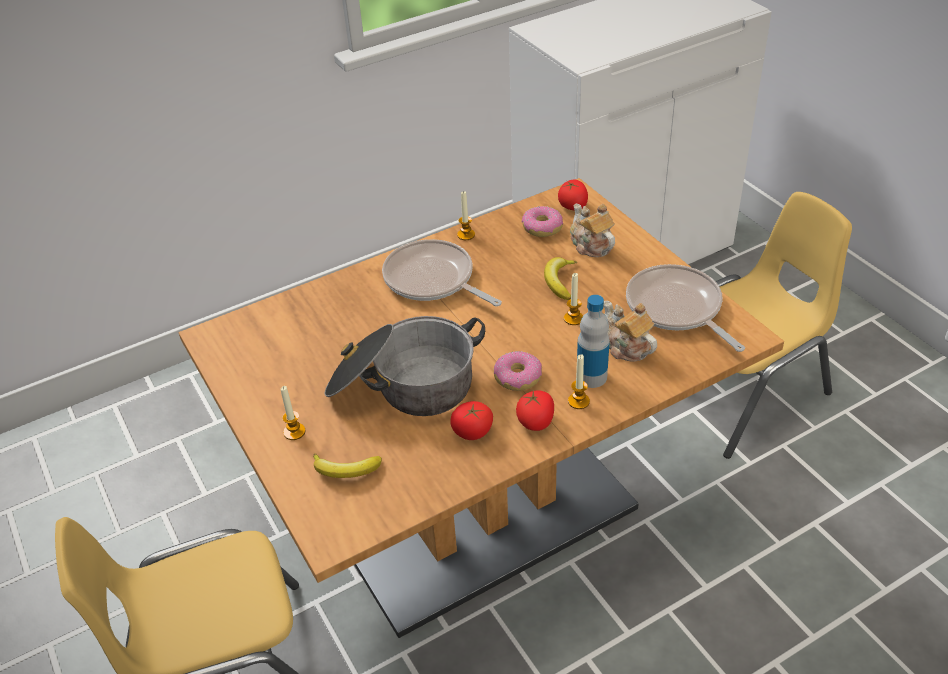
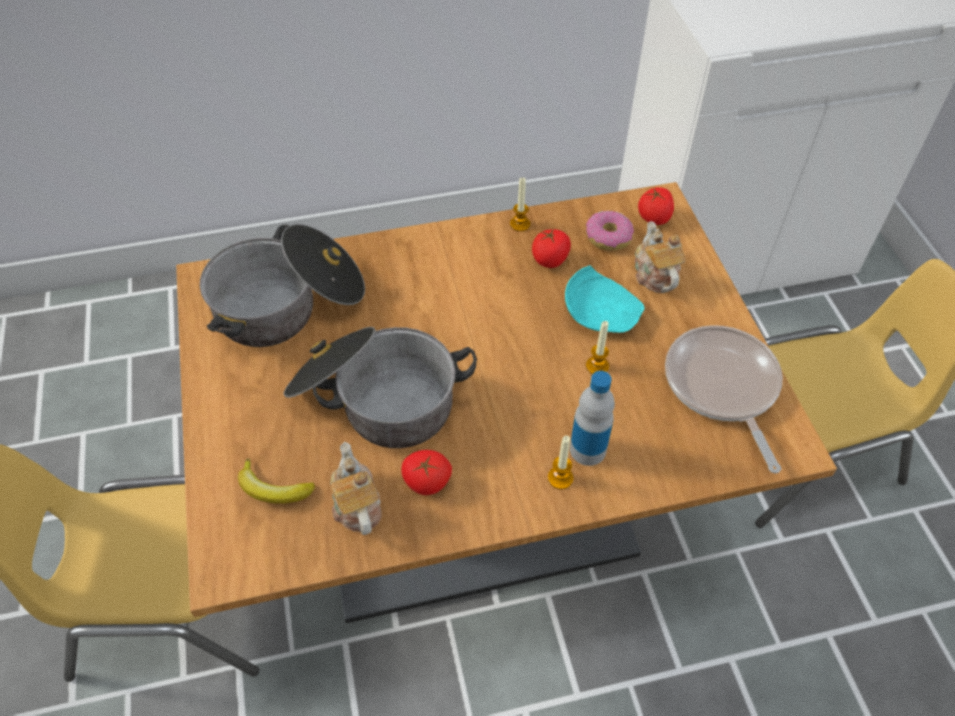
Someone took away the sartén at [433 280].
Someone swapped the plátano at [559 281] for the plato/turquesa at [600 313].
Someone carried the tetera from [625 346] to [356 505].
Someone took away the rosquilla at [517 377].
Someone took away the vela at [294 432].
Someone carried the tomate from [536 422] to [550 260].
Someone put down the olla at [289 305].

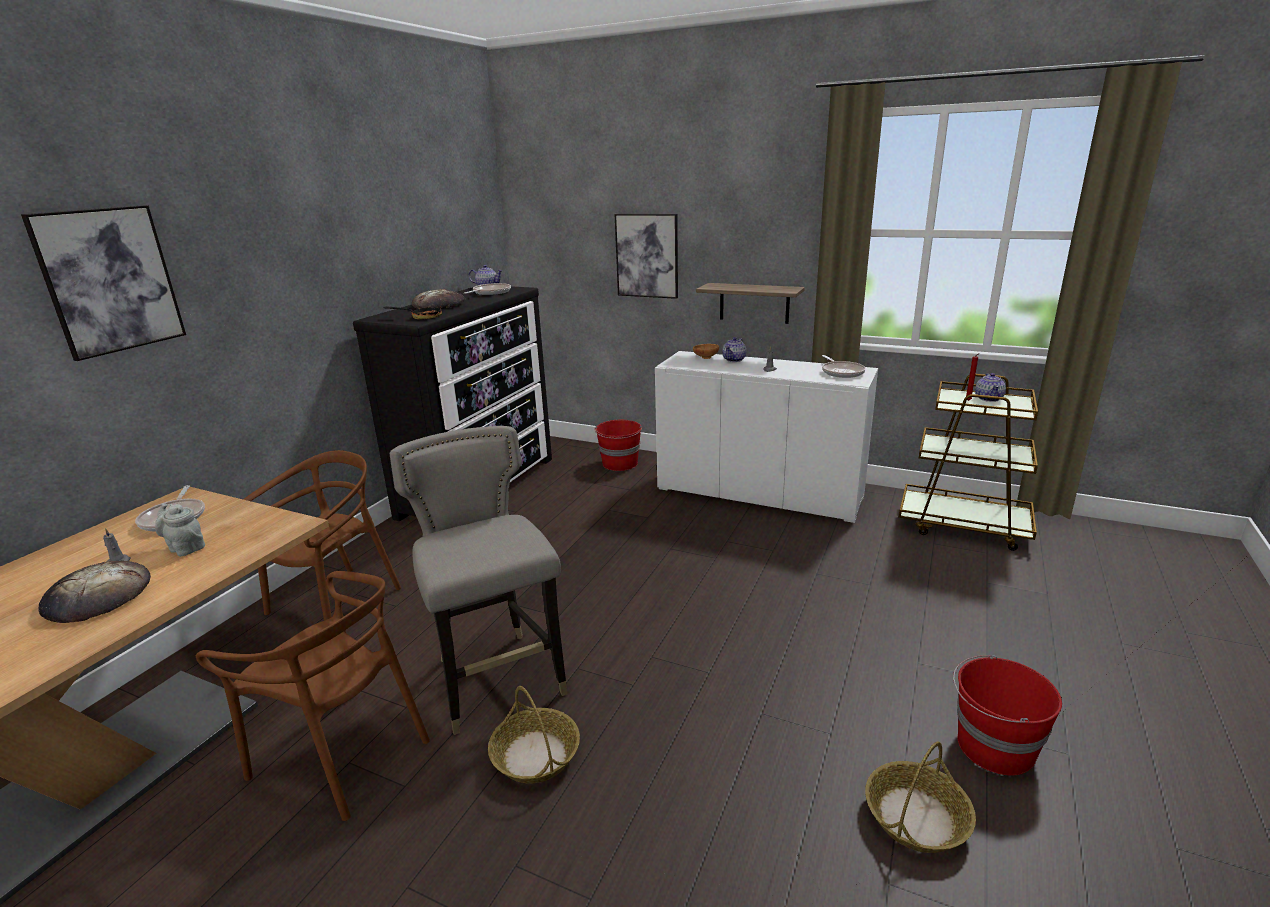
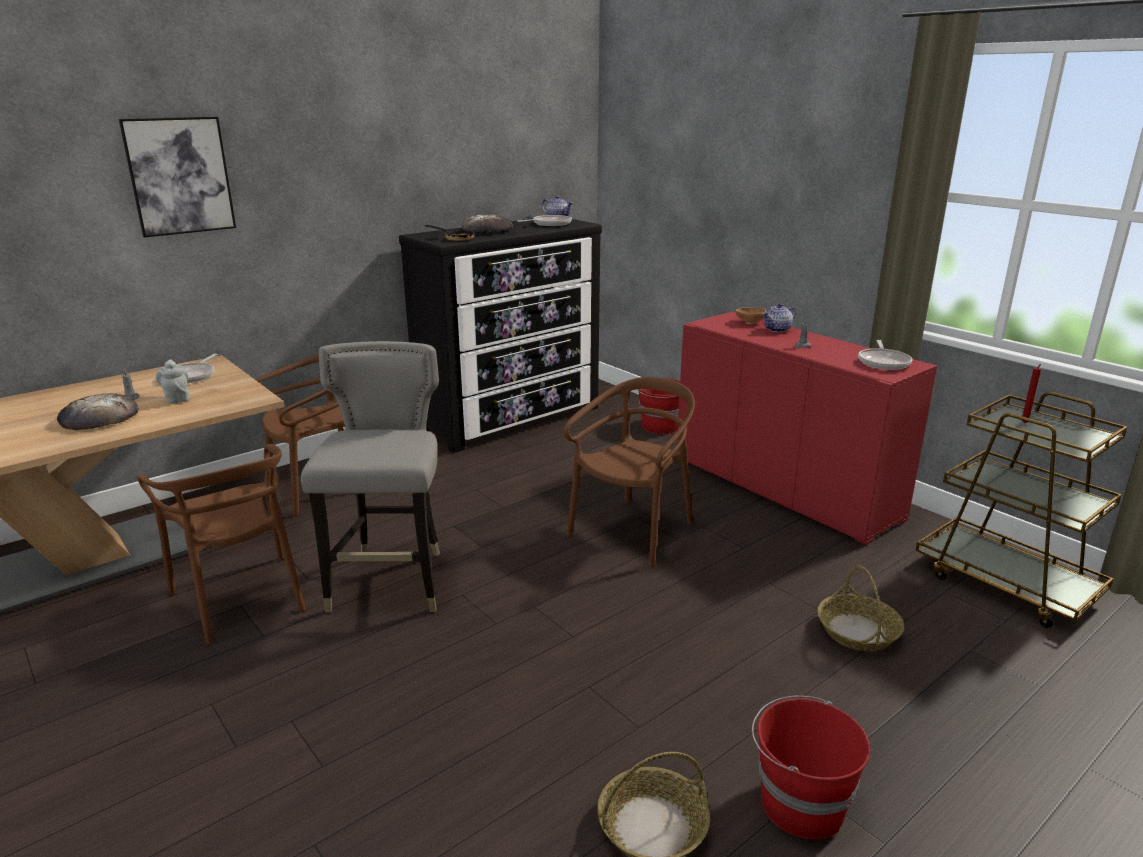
Someone took away the cuadro at [647 256].
Someone took away the estante at [754 303].
Someone repainted the armario/blanco at [759 492], which became the armario/rojo at [783 488].
Someone took away the tetera at [988 398].
Someone carried the cesta from [536 755] to [858 632].
Someone put down the silla/marrón at [633 531].

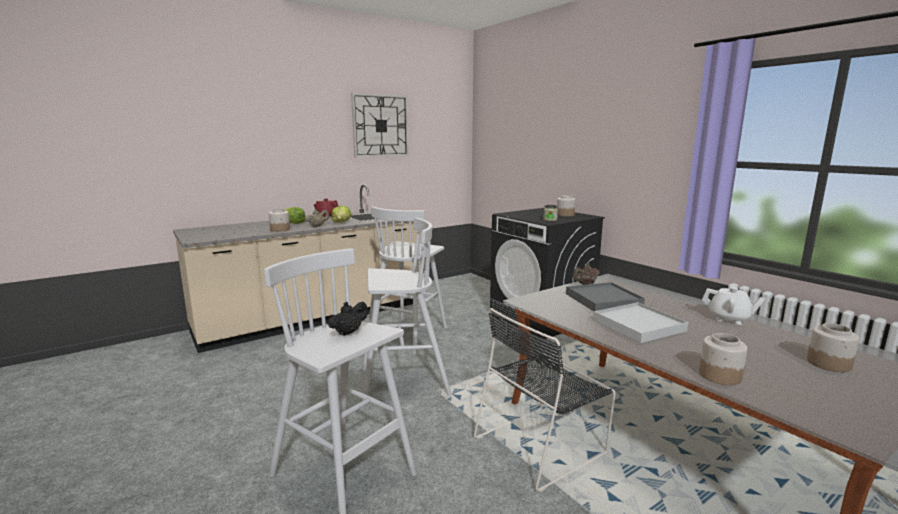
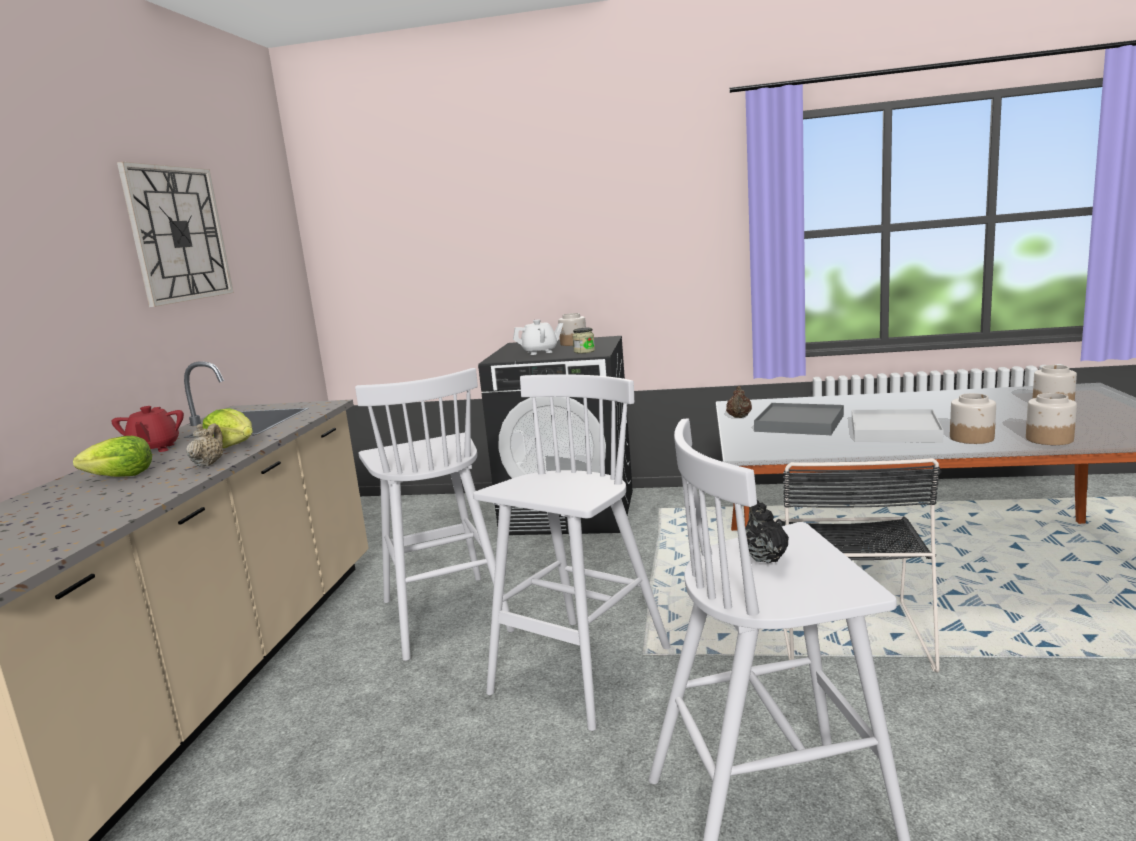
Someone carried the tarro from [280 229] to [972 438].
Someone carried the tetera/blanco from [729 319] to [540 352].

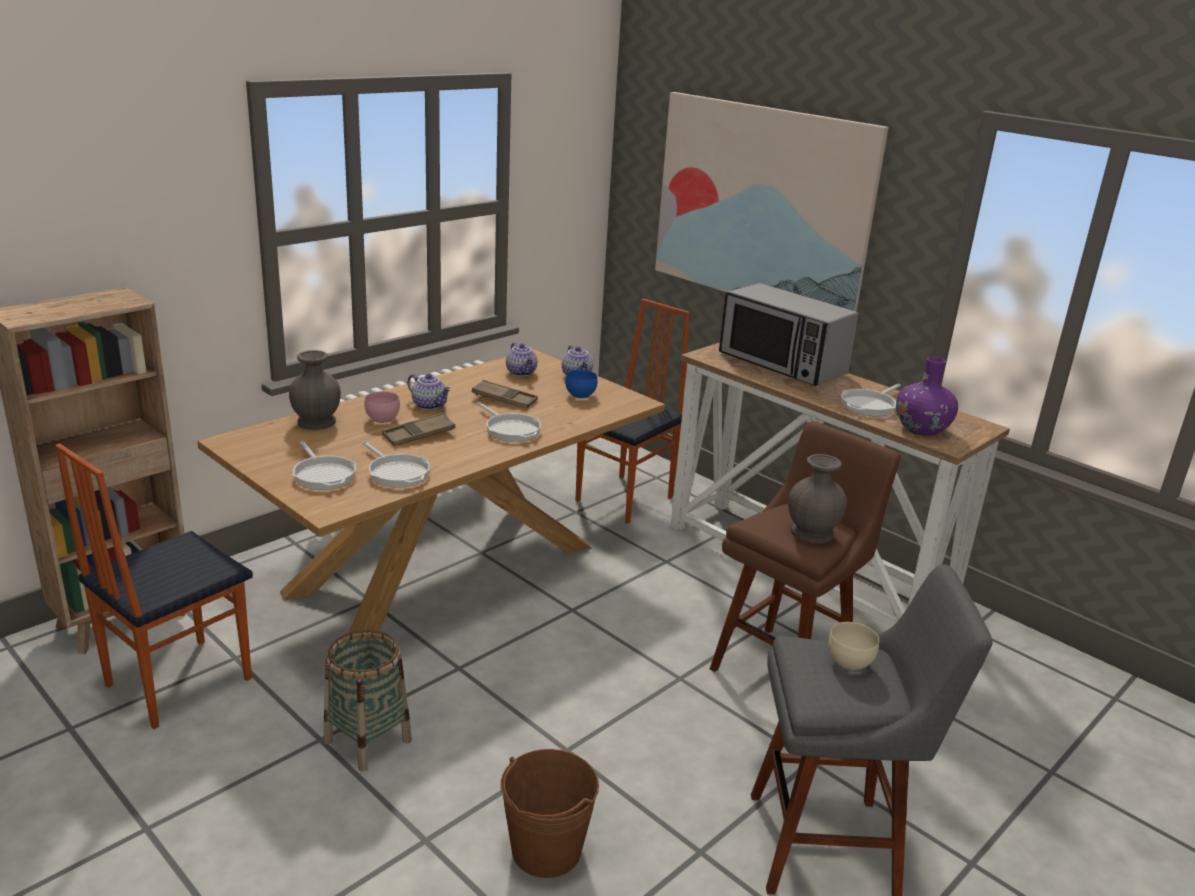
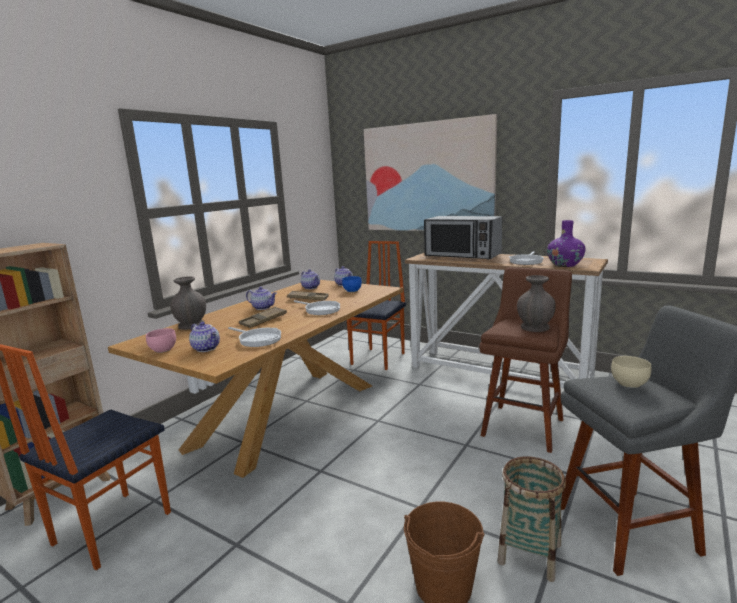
Someone carried the cuenco/rosa from [384 419] to [164 350].
Someone swapped the sartén at [323 474] for the tetera at [207 348].
Someone carried the cesta from [367 741] to [529 553].

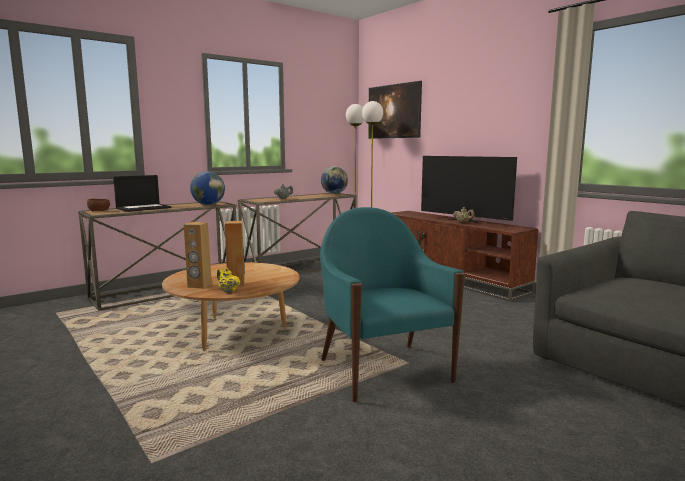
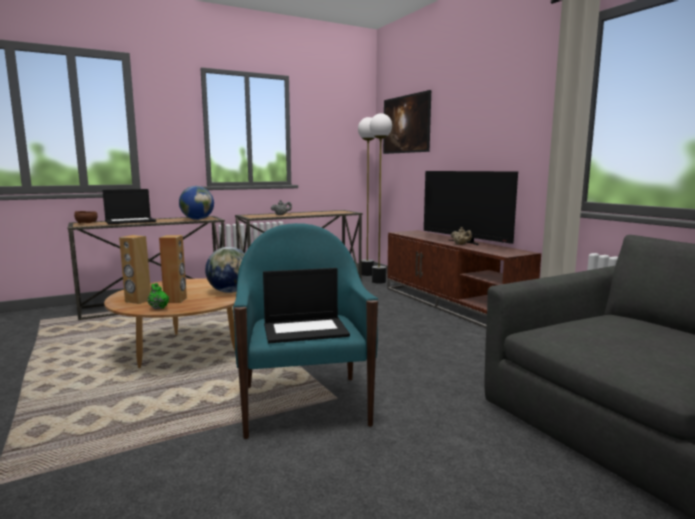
Someone carried the globo terráqueo from [334 193] to [230 291].
Someone repainted the tetera/amarillo at [228 291], which became the tetera/verde at [158 307].
Someone put down the portátil at [306 330].

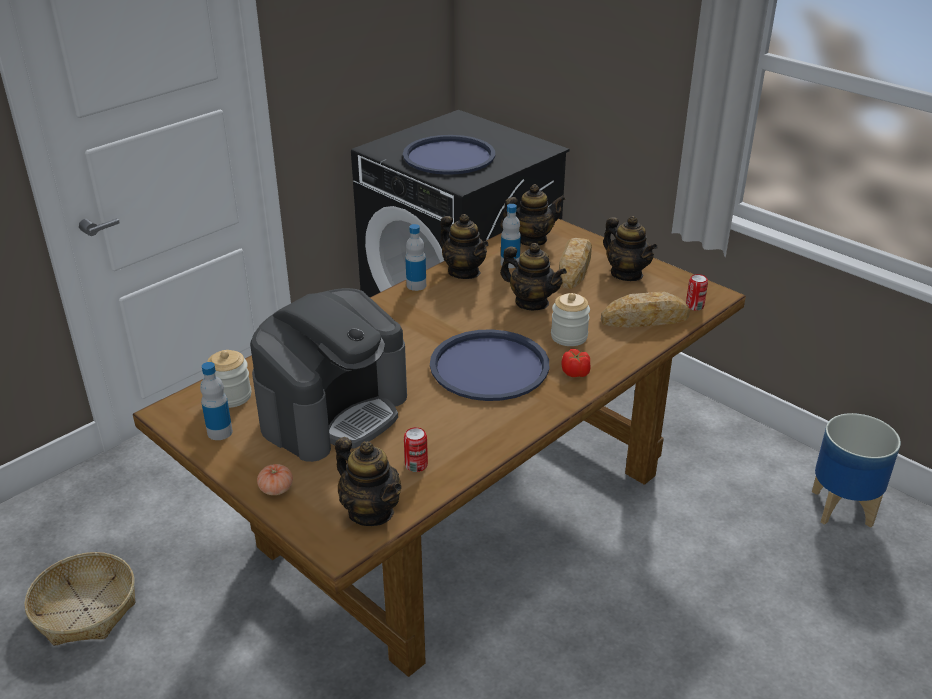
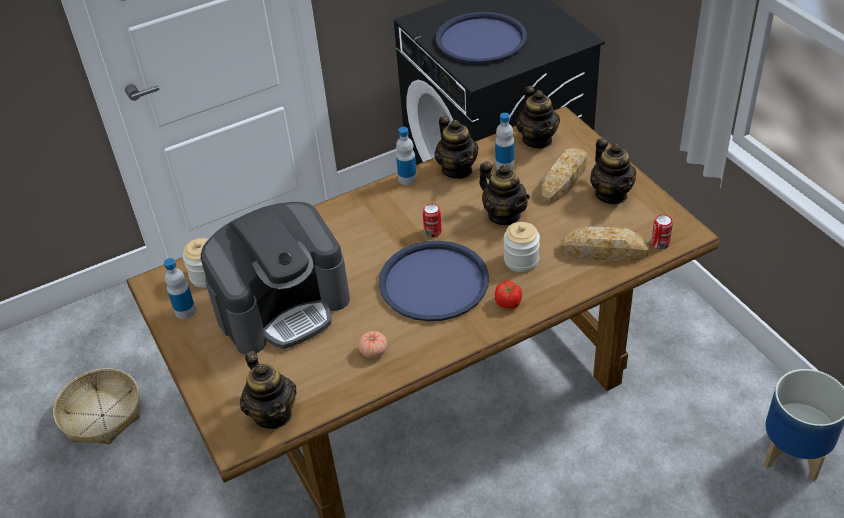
Someone rotated the tetera at [531 240] by 75 degrees clockwise.
Someone carried the lata from [416 465] to [432 231].
Someone carried the tomate from [276 489] to [373 351].

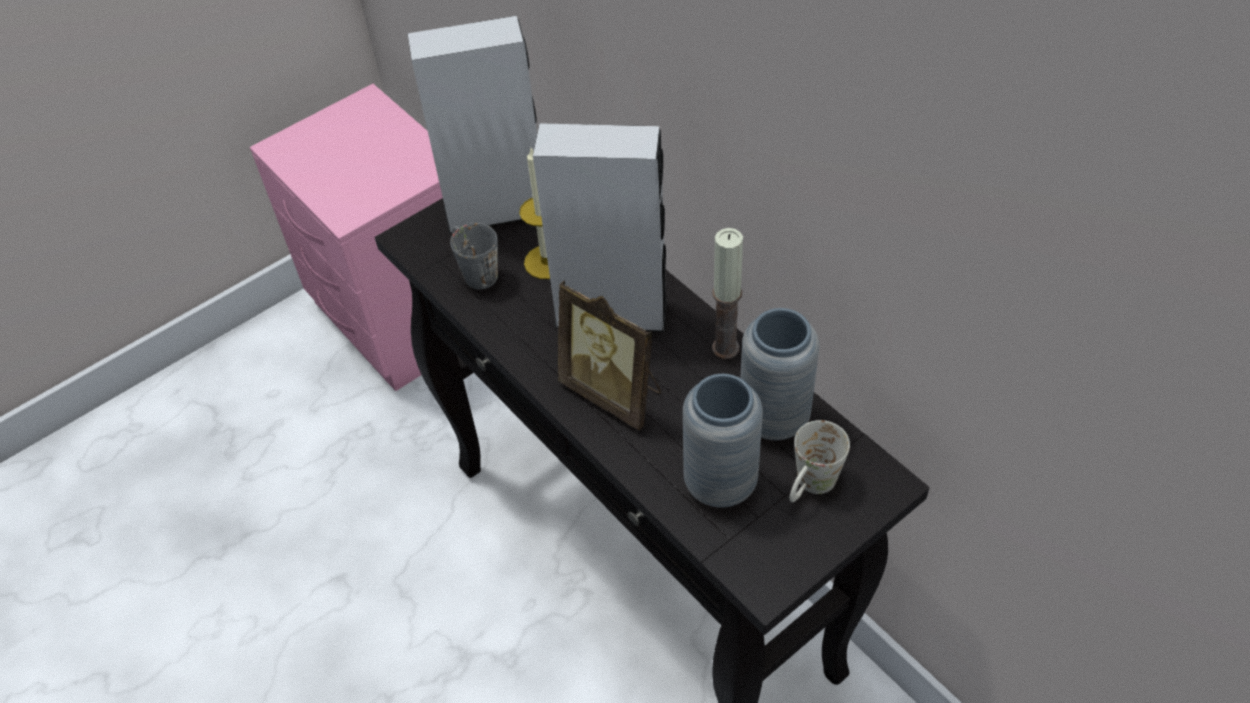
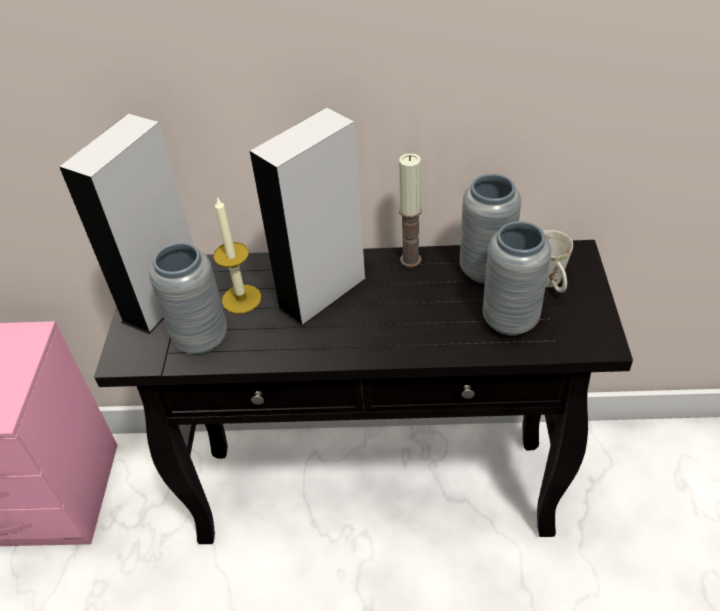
Someone swapped the taza grande/gris at [474 271] for the florero/gris at [201 339].
Someone took away the portarretratos at [614 392].

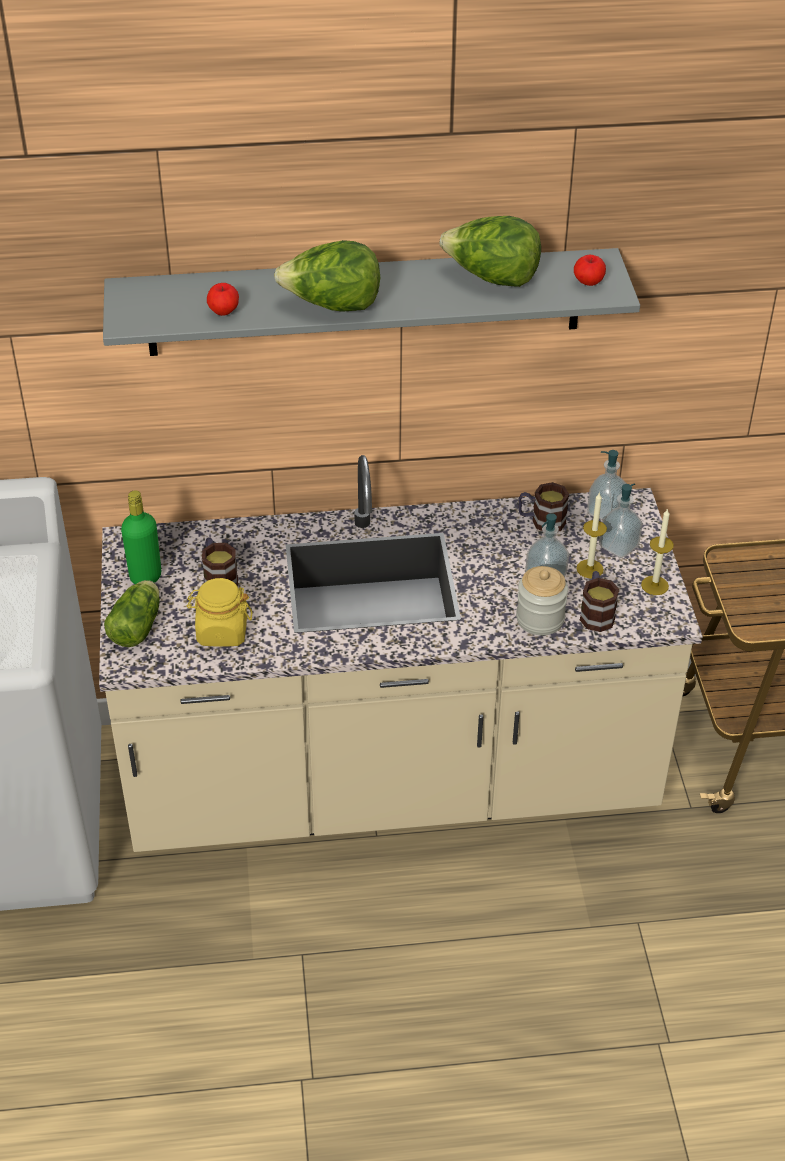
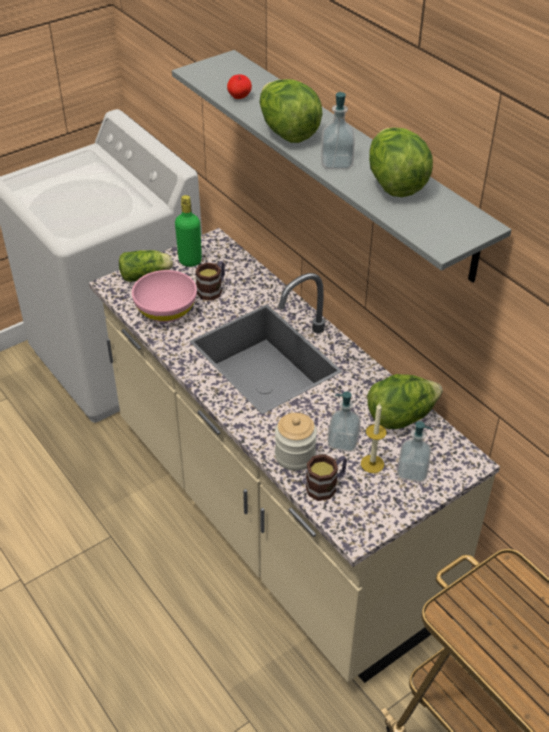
Someone took away the manzana at [588 283].
Someone carried the dispensador de jabón from [605 512] to [336 163].
Someone swapped the taza grande at [541 521] for the lechuga at [401 417].
Someone took away the vela at [654 585].
Someone swapped the tarro/amarillo at [221 632] for the cuenco/rosa at [166 310].

